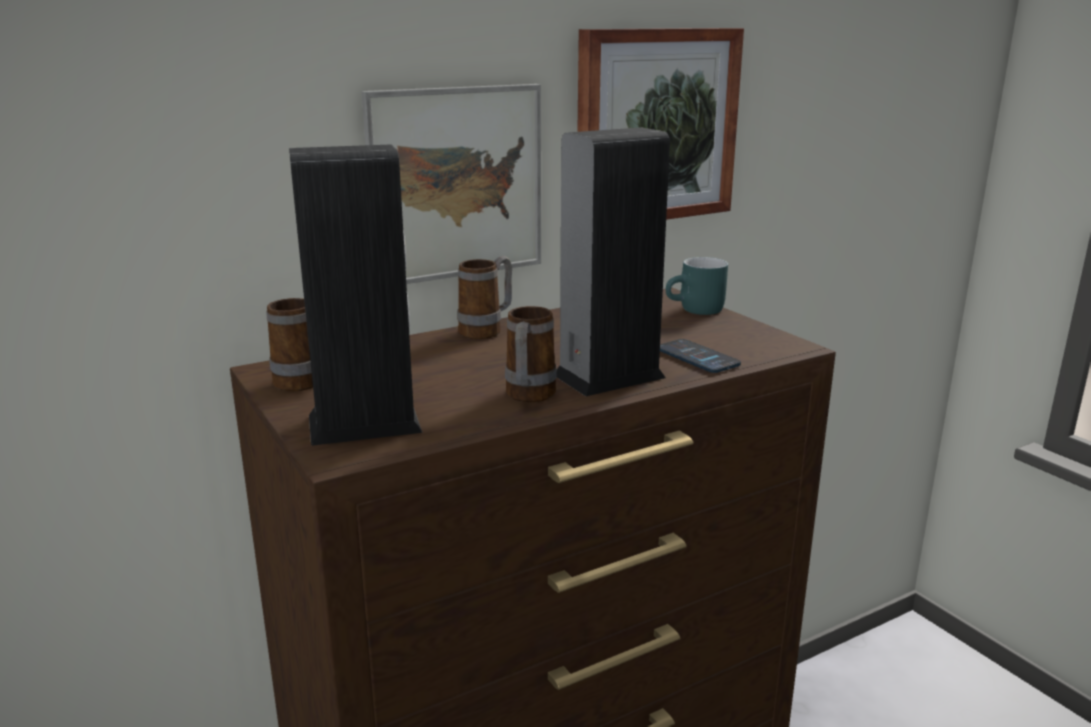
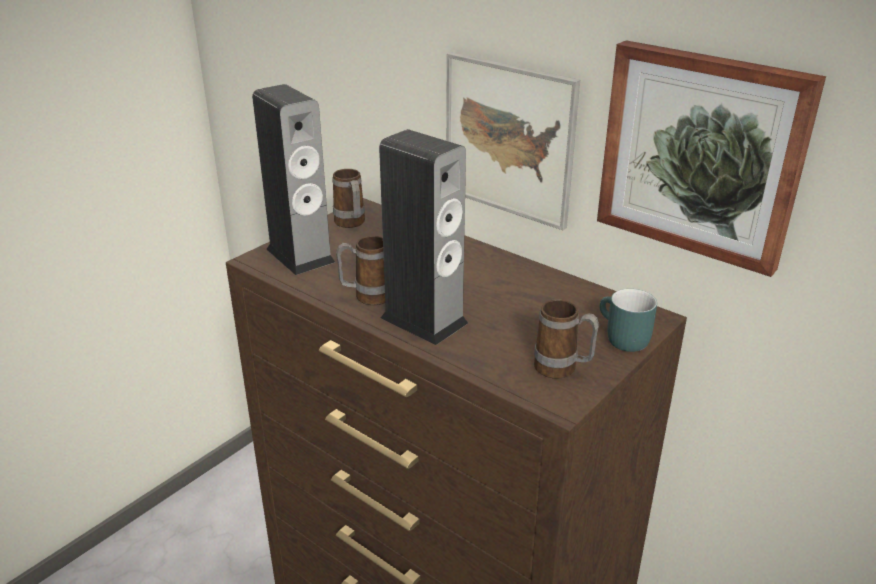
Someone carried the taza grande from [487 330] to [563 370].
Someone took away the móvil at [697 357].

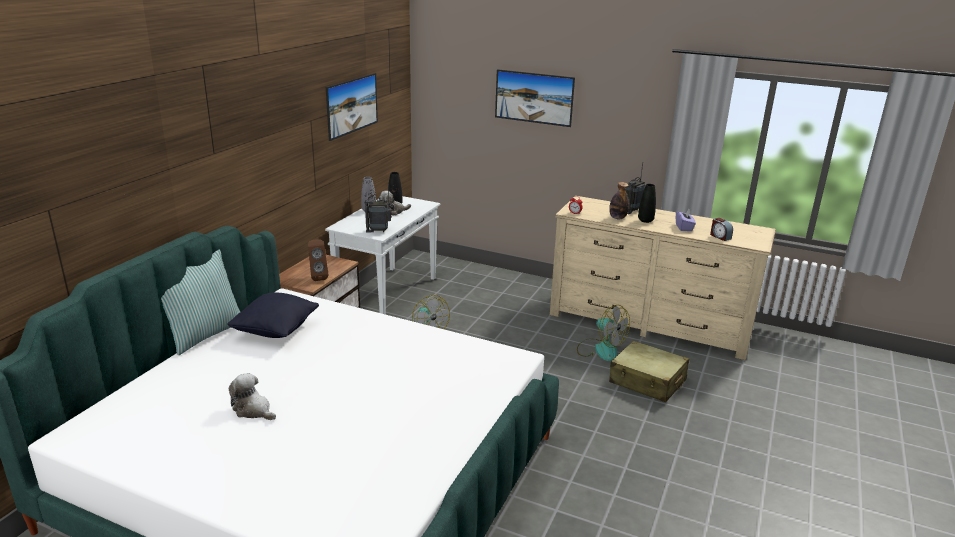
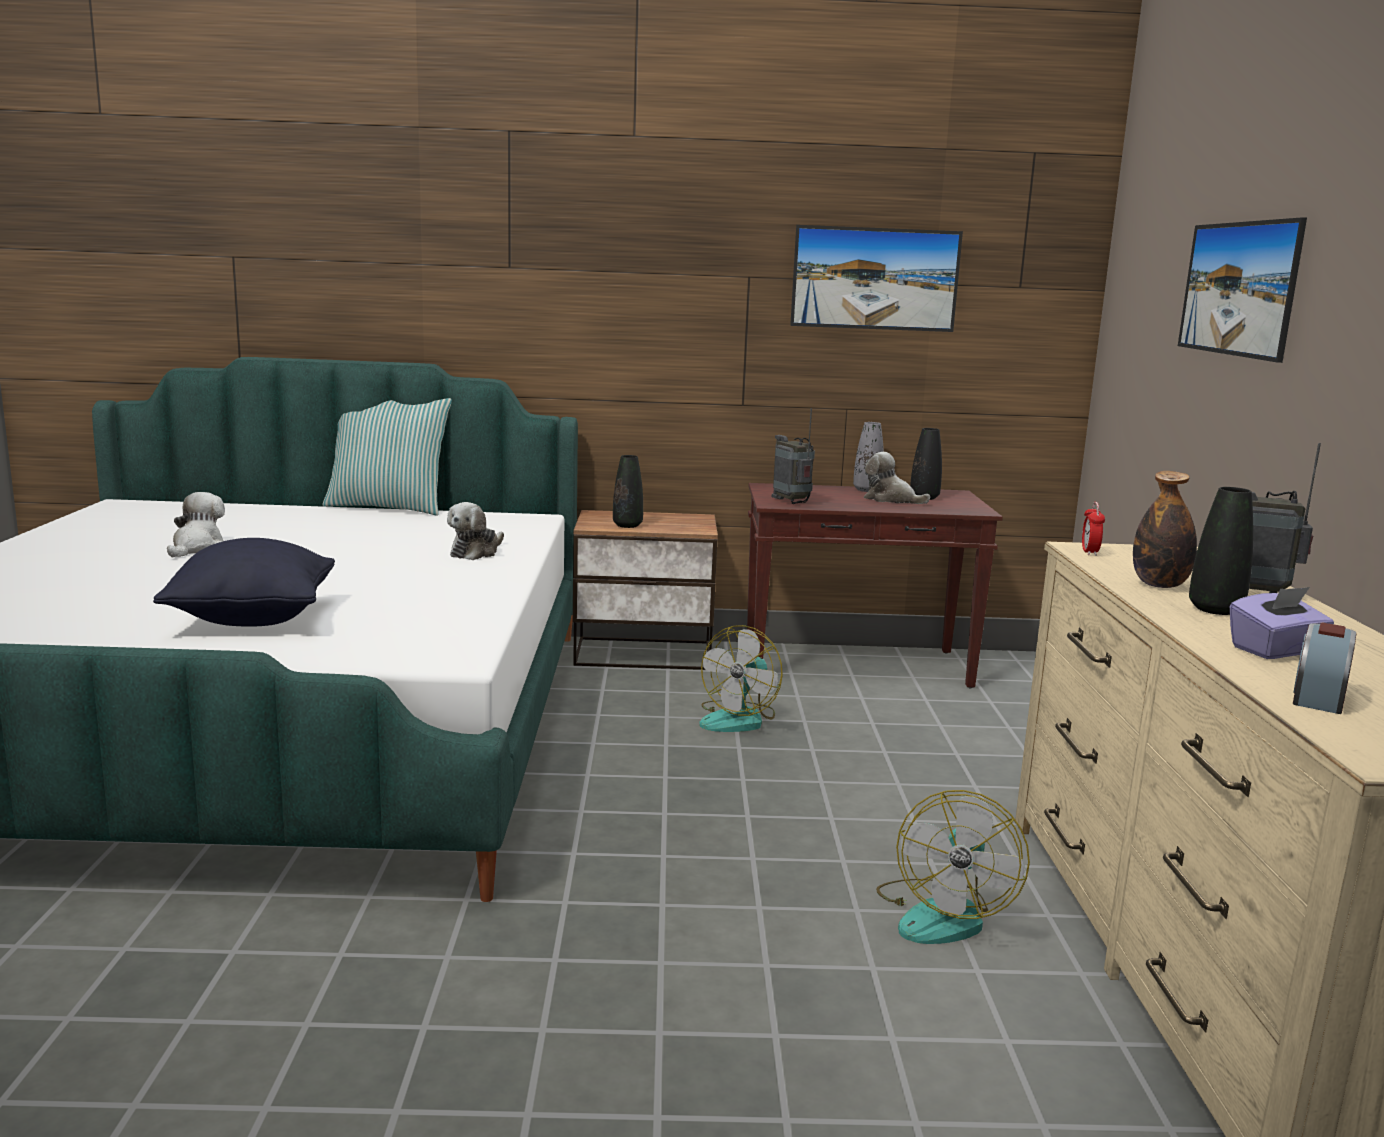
Someone repainted the mesa consola/blanco at [387 293], which became the mesa consola/marrón at [857 666].
Someone swapped the altavoz/marrón at [318 277] for the florero/negro at [627 525].
Someone carried the cojín/negro from [276 331] to [253 619].
Someone took away the maleta/beis at [647 381].
Someone put down the peluche at [476 552].

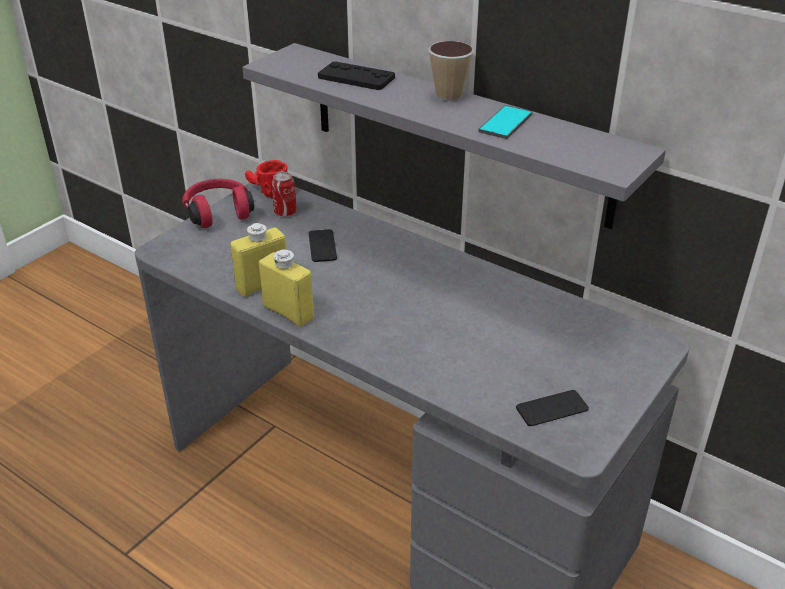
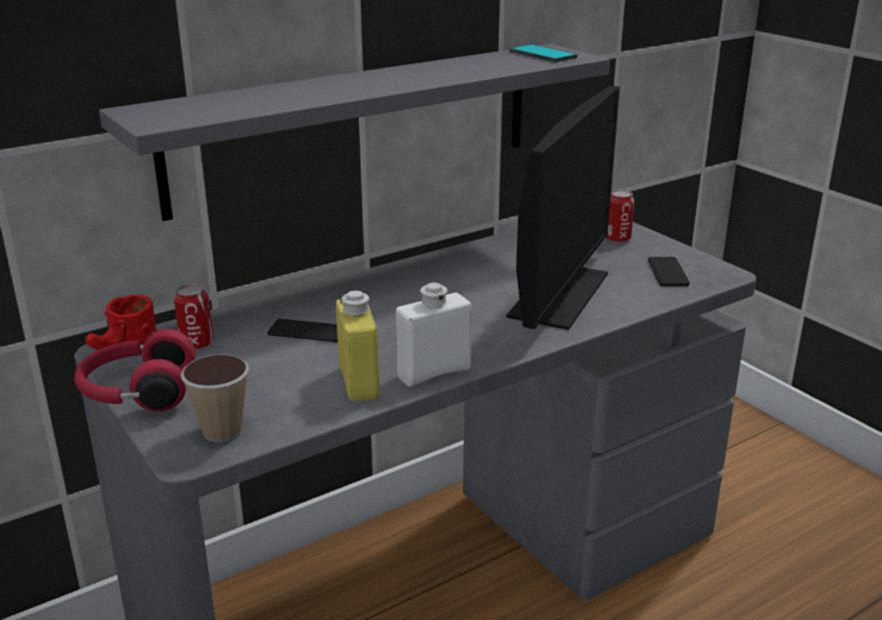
Someone carried the taza from [449 95] to [222 431].
Someone took away the mando de consola/negro at [356 77].
Someone carried the móvil from [505 123] to [542 54].
Someone repainted the botella/amarillo at [288 312], which became the botella/blanco at [434 373].
Someone put down the monitor at [559 294].
Someone put down the lata at [617 239].

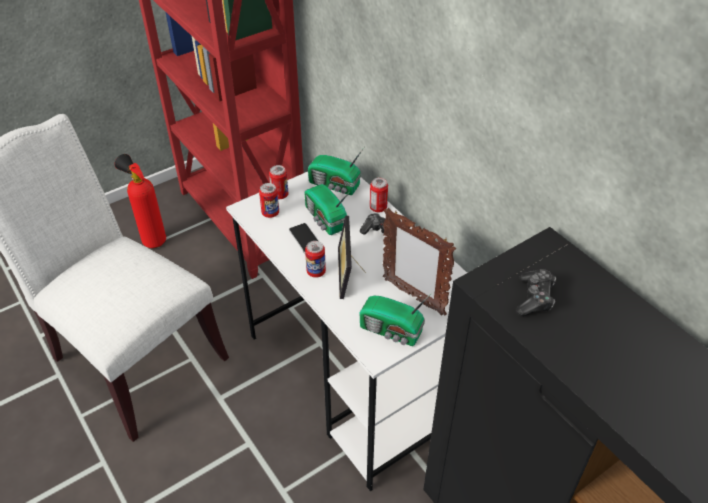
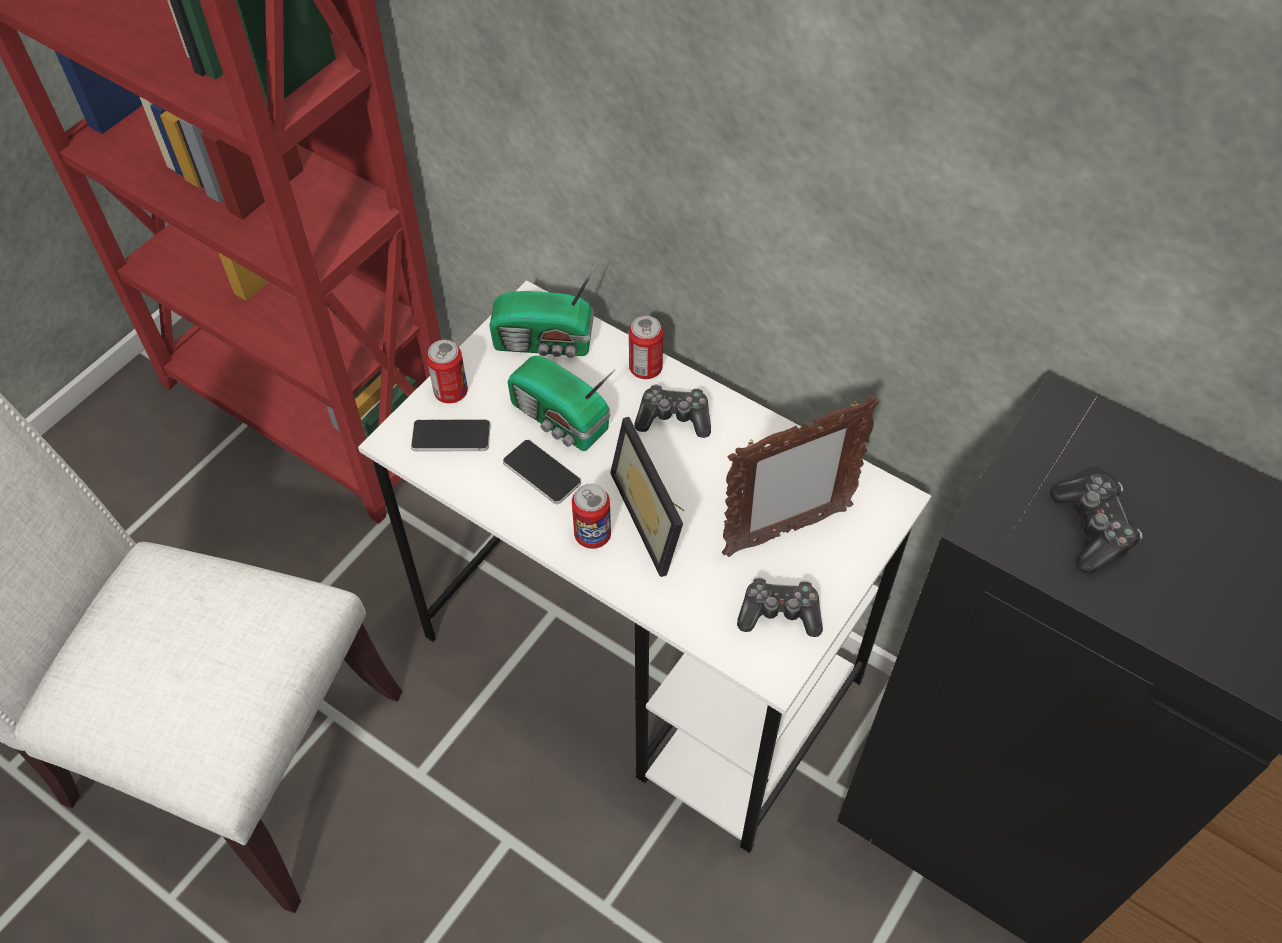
Someone took away the extintor at [151 239].
Someone swapped the lata at [270 213] for the móvil at [451 436].
Someone rotated the portarretratos at [413 296] by 45 degrees counterclockwise.
Someone swapped the radio at [392 331] for the mando de consola at [779 613].

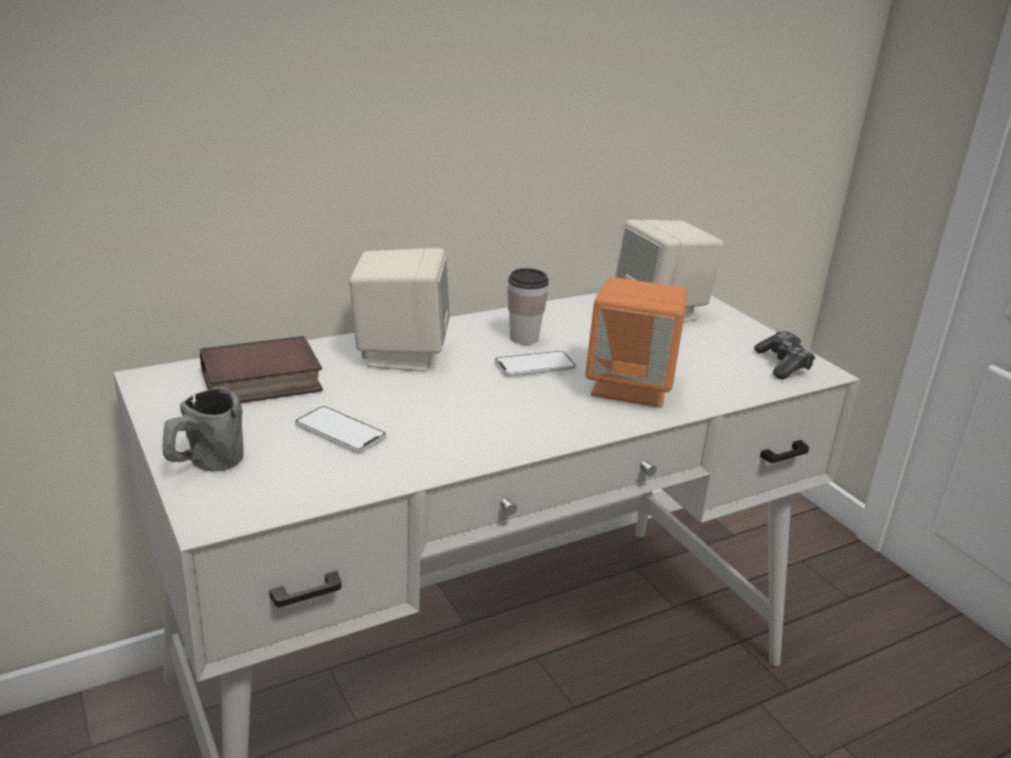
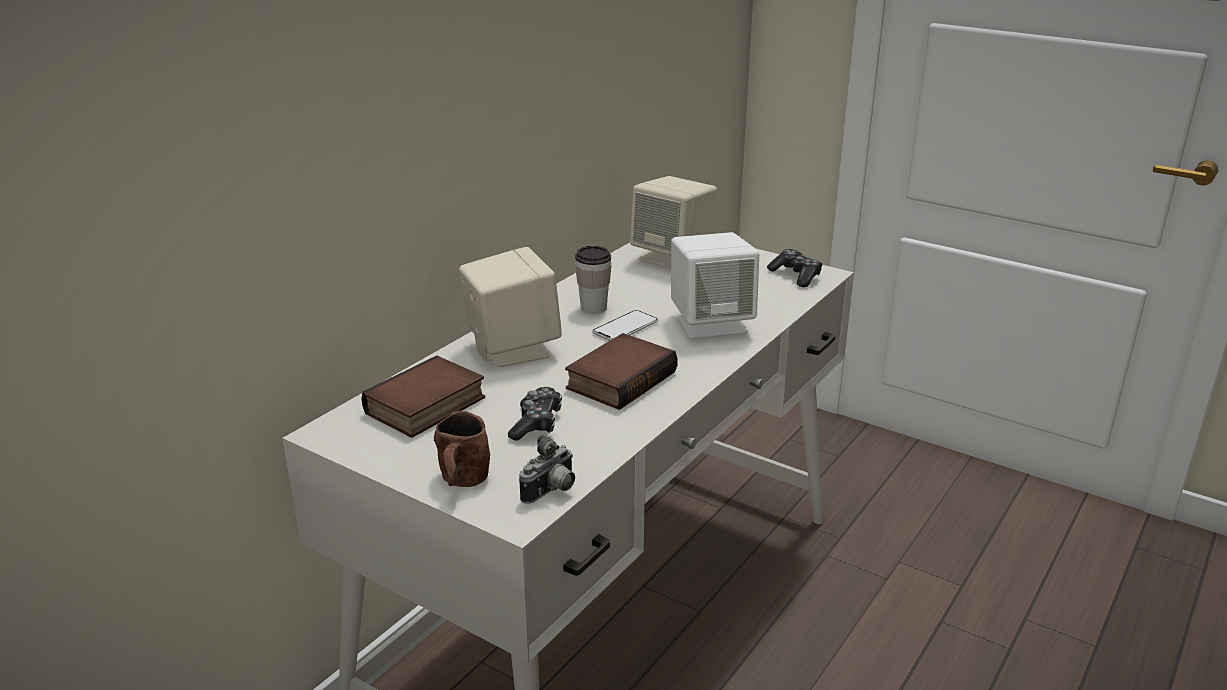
Someone repainted the altavoz/naranja at [631 387], which became the altavoz/blanco at [711 323].
Someone repainted the taza grande/gris at [204 465], which became the taza grande/marrón at [462 483].
Someone swapped the móvil at [340 431] for the mando de consola at [536 423].
Someone put down the libro at [619 379].
Someone put down the cámara at [552 492].

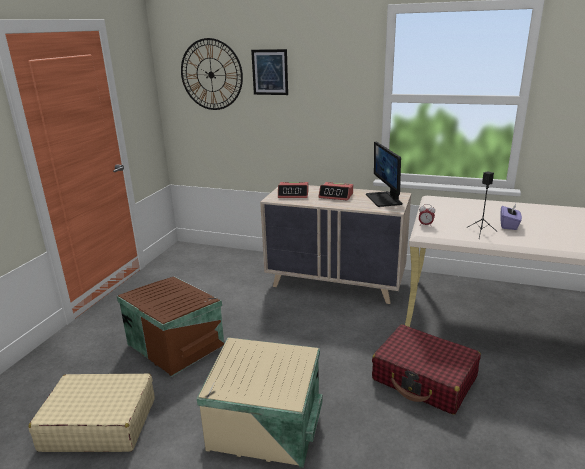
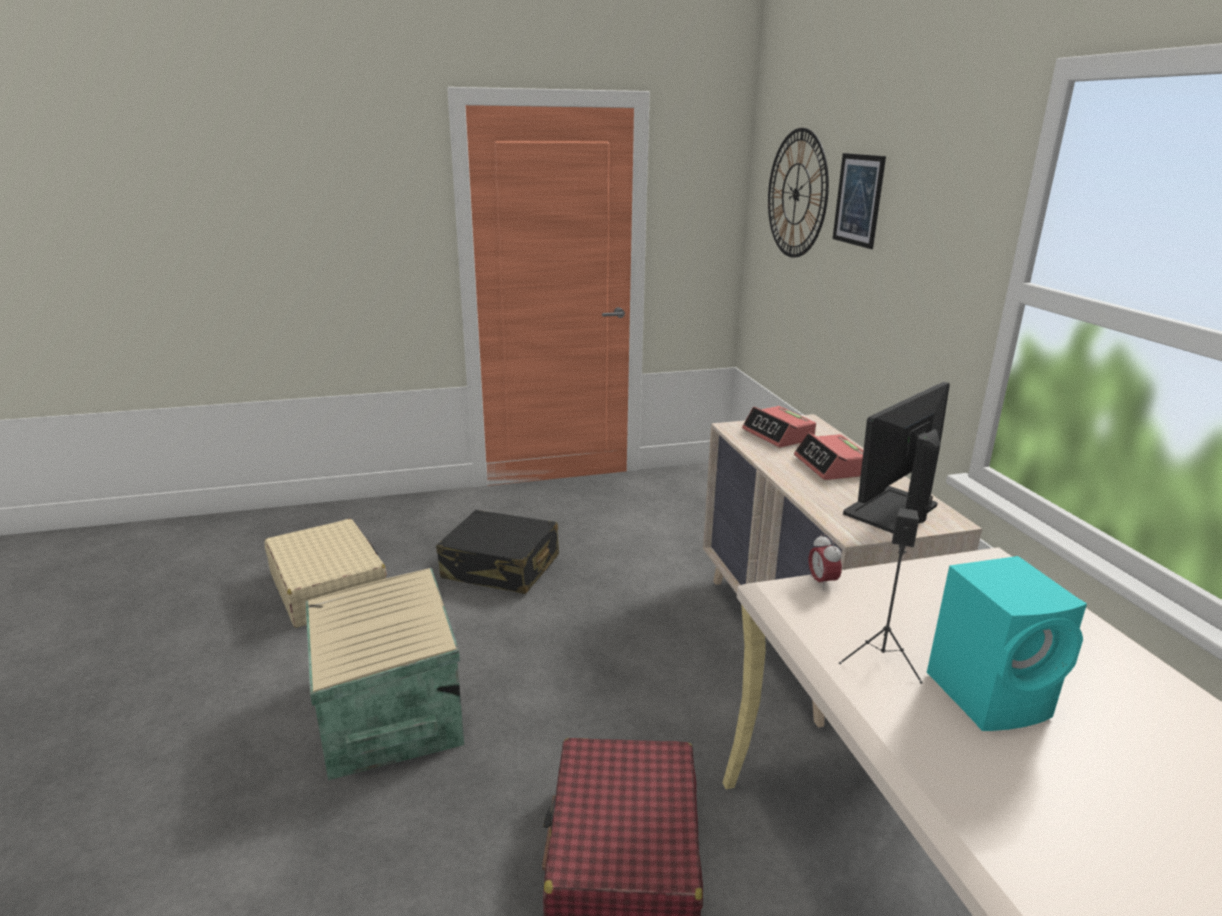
Someone swapped the caja de pañuelos/morado at [509 225] for the altavoz/turquesa at [991 695].
Someone swapped the caja de almacenaje/marrón at [176 343] for the maleta/negro at [501 567].

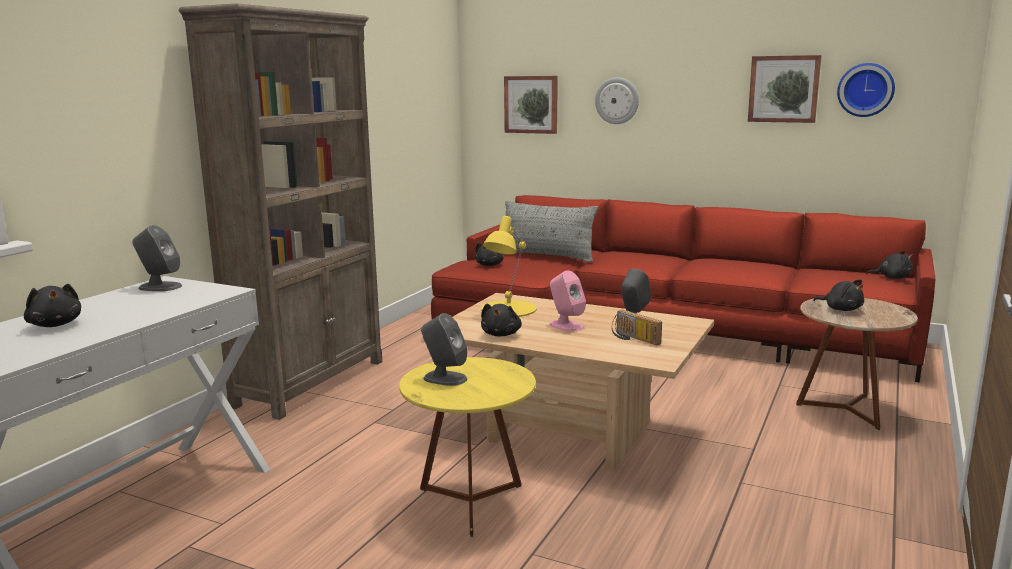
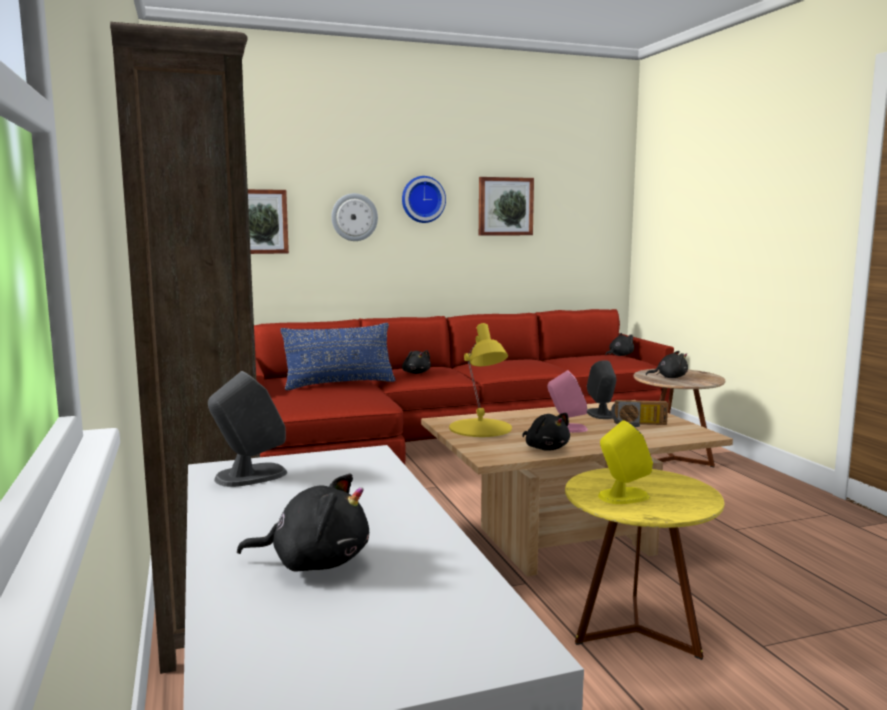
Someone carried the reloj de pared from [865 90] to [422 199].
Someone repainted the cojín/gris at [547 256], which became the cojín/azul at [339 384].
Someone carried the peluche/negro from [489 265] to [416 373].
Someone repainted the altavoz/gris at [444 378], which became the altavoz/amarillo at [623 496].

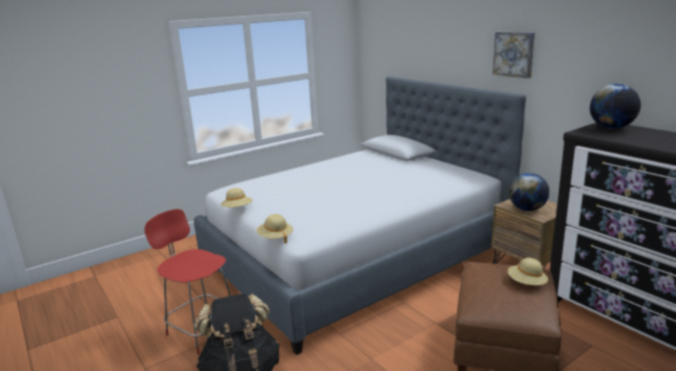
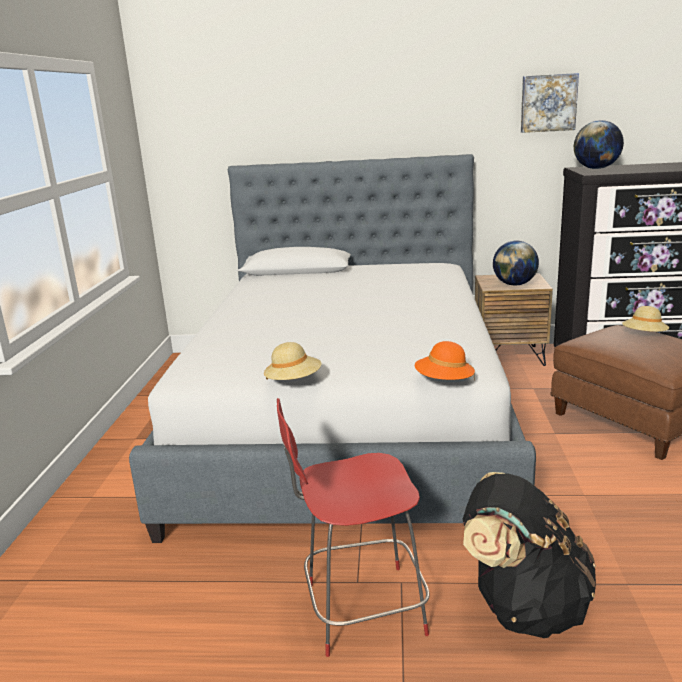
Someone carried the cuadro from [514 54] to [548 103].
Someone repainted the sombrero/beis at [275 237], which became the sombrero/naranja at [444 382].

